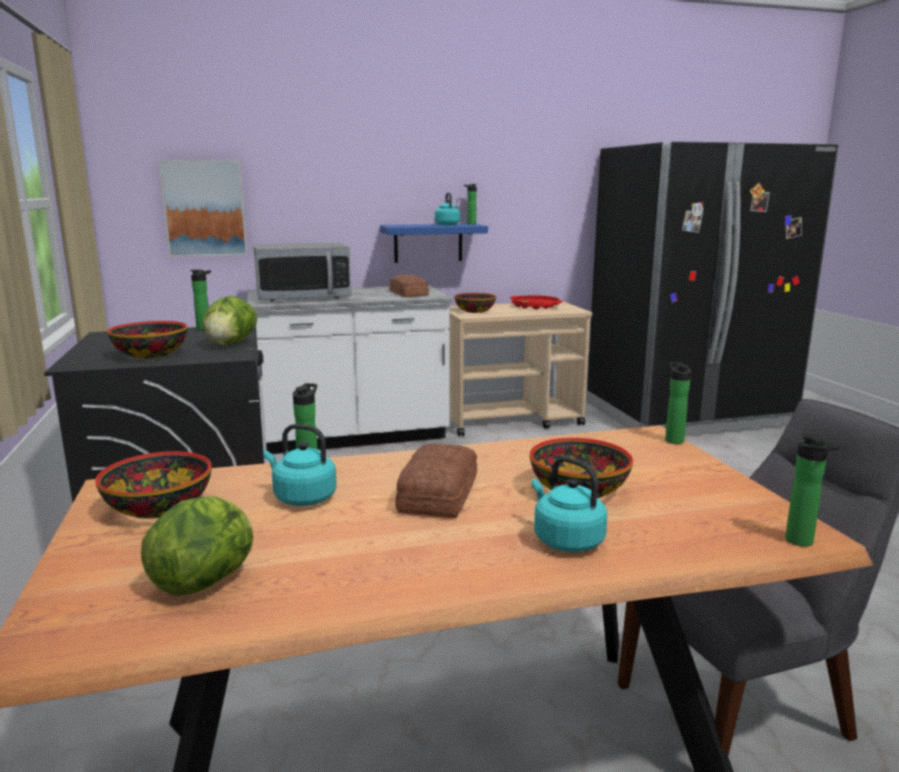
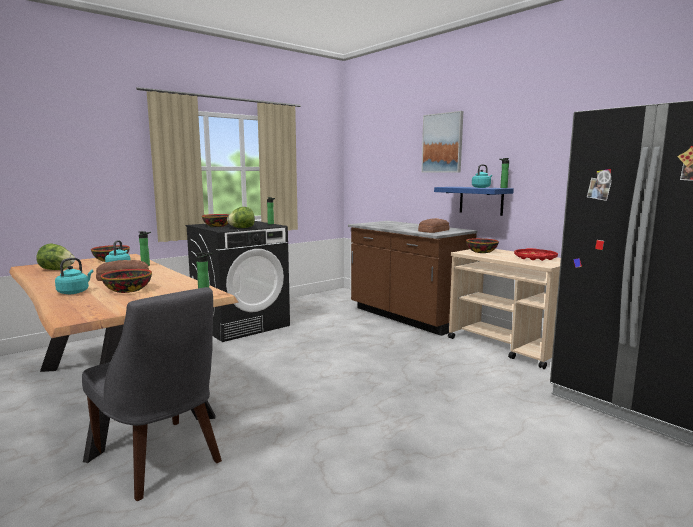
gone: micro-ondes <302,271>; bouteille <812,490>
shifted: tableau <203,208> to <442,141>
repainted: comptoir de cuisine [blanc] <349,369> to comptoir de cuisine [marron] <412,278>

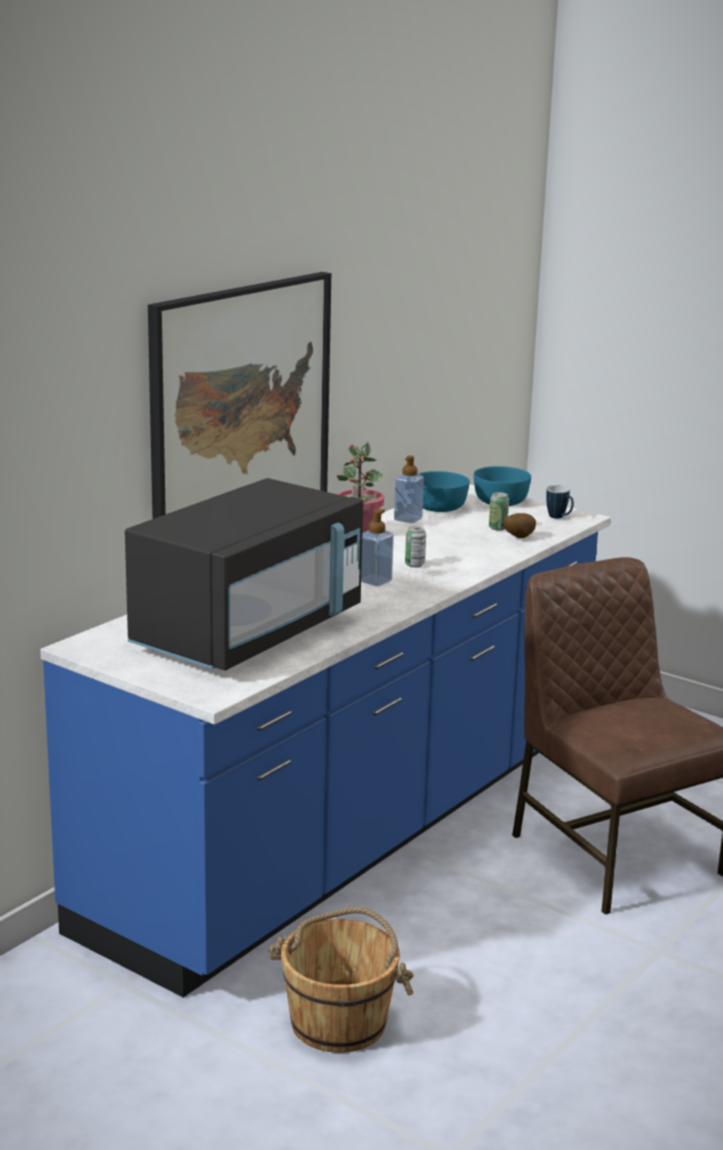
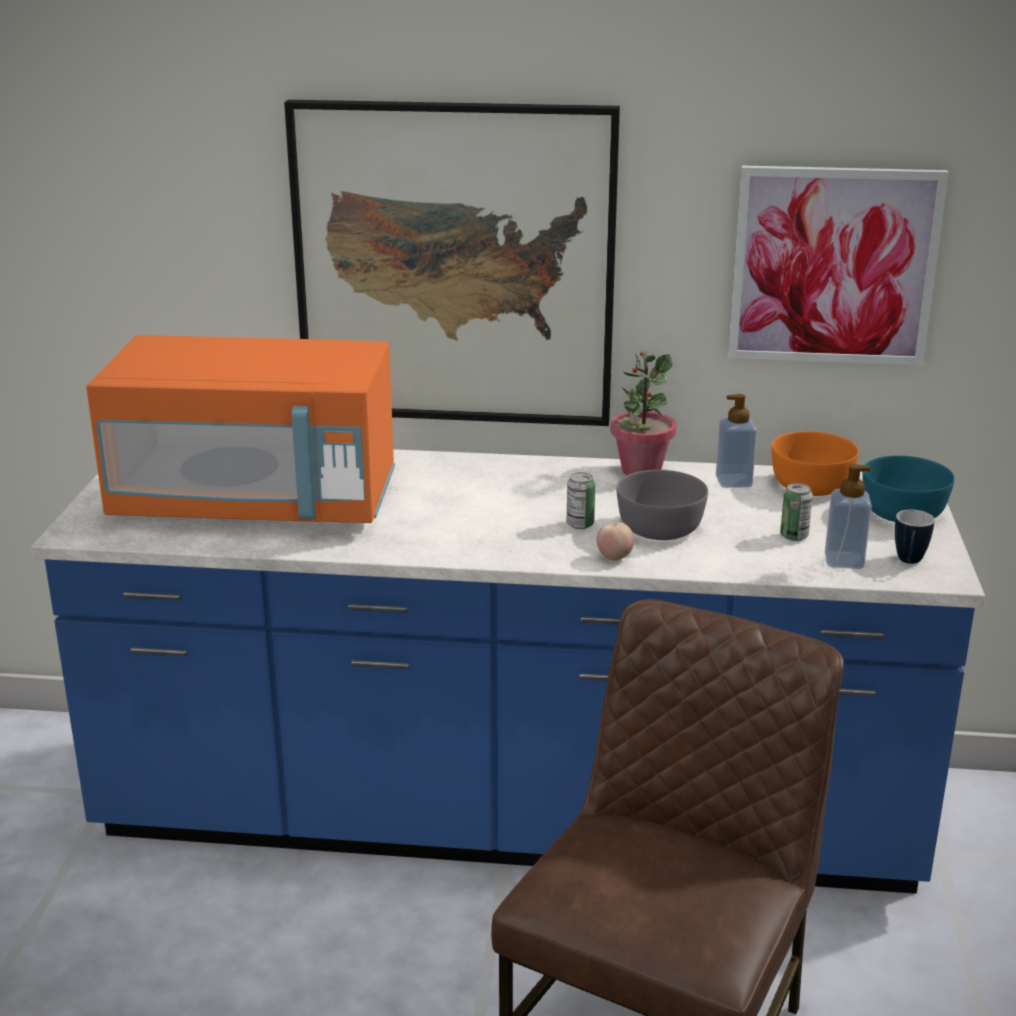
gone: seau [marron] <341,980>; pomme de terre <519,525>
new: pomme <615,541>; bol [gris] <662,505>; tableau <838,265>
shifted: distributeur de savon <377,547> to <848,516>
repainted: micro-ondes [noir] <244,574> to micro-ondes [orange] <240,429>; bol [turquoise] <444,491> to bol [orange] <815,463>

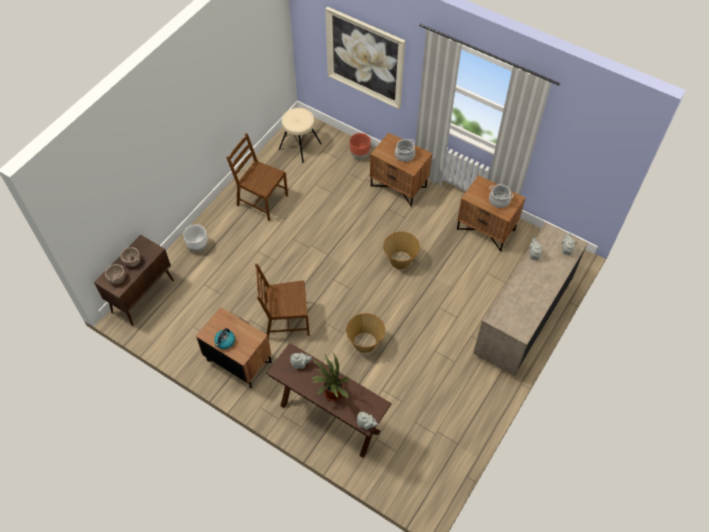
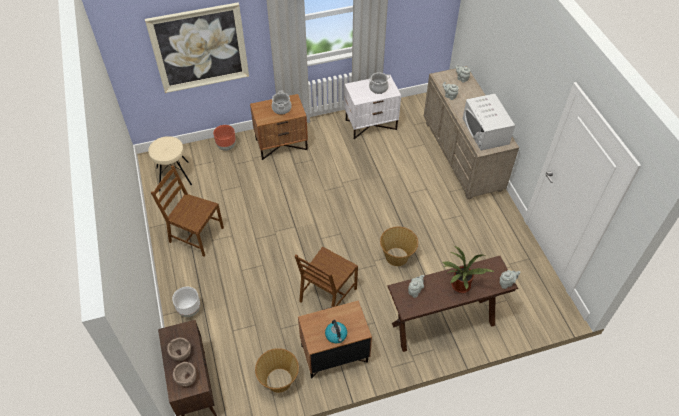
new: micro-ondes [blanc] <489,122>
shifted: panier <401,250> to <277,370>
repainted: table de chevet [marron] <491,213> to table de chevet [blanc] <372,107>
rotated: chaise [marron] <257,177> = <187,211> 45 degrees clockwise

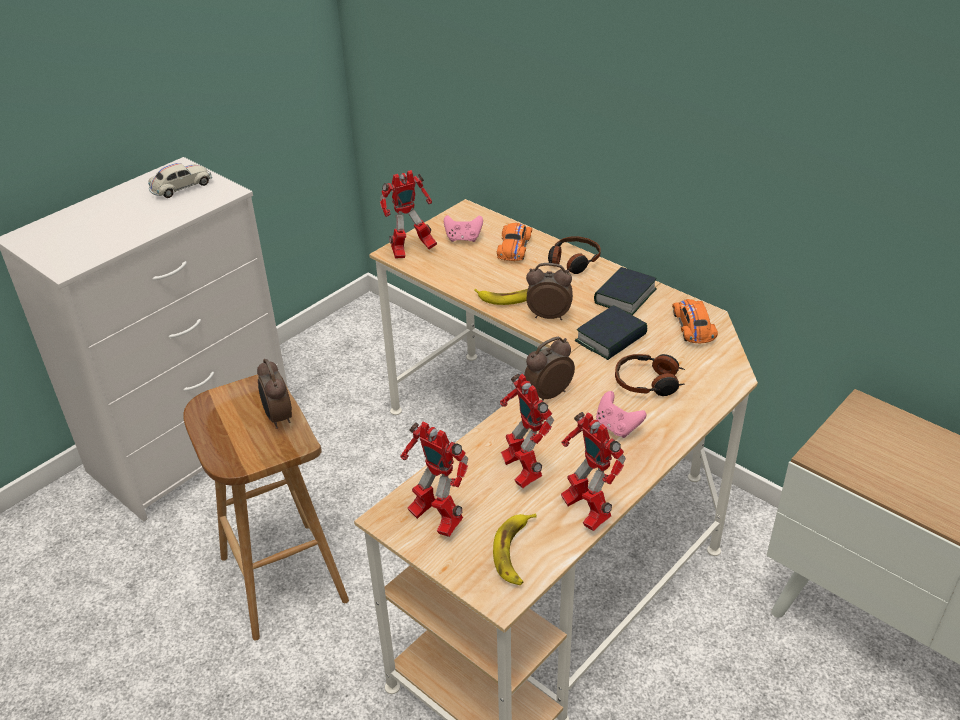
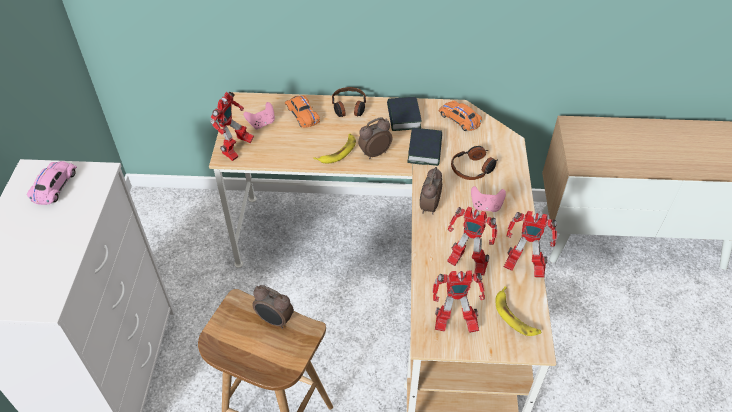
repainted: petite voiture [blanc] <180,180> to petite voiture [rose] <52,183>

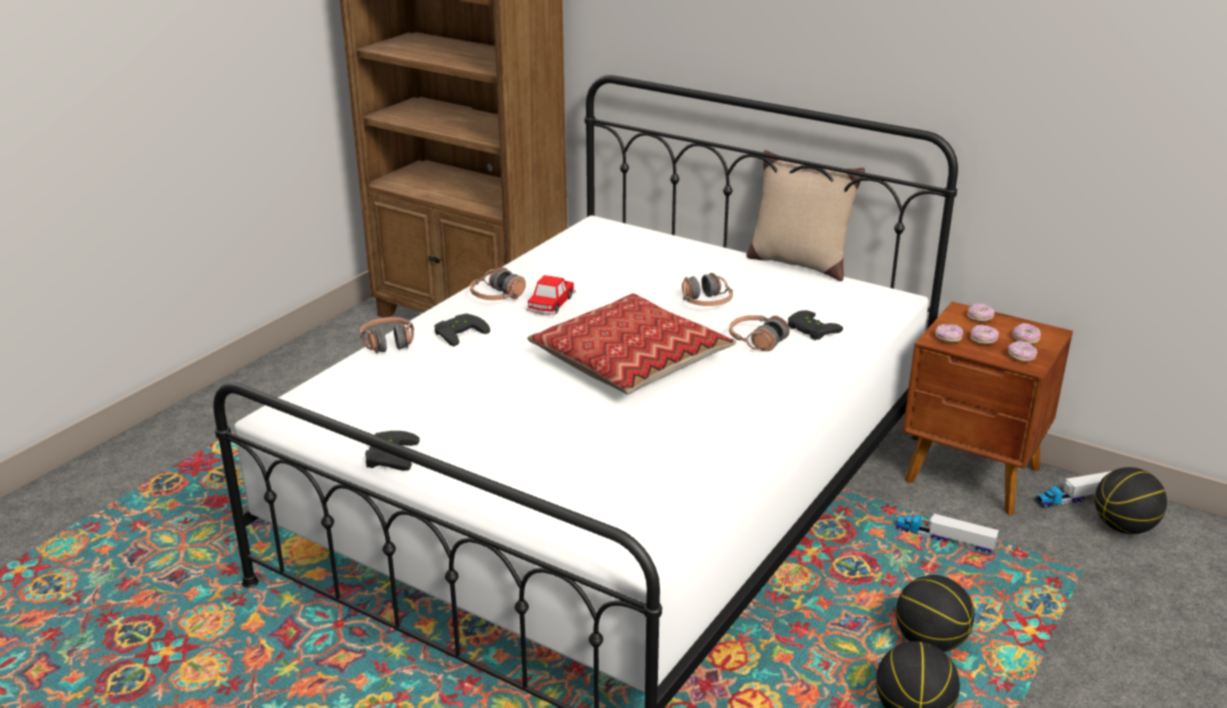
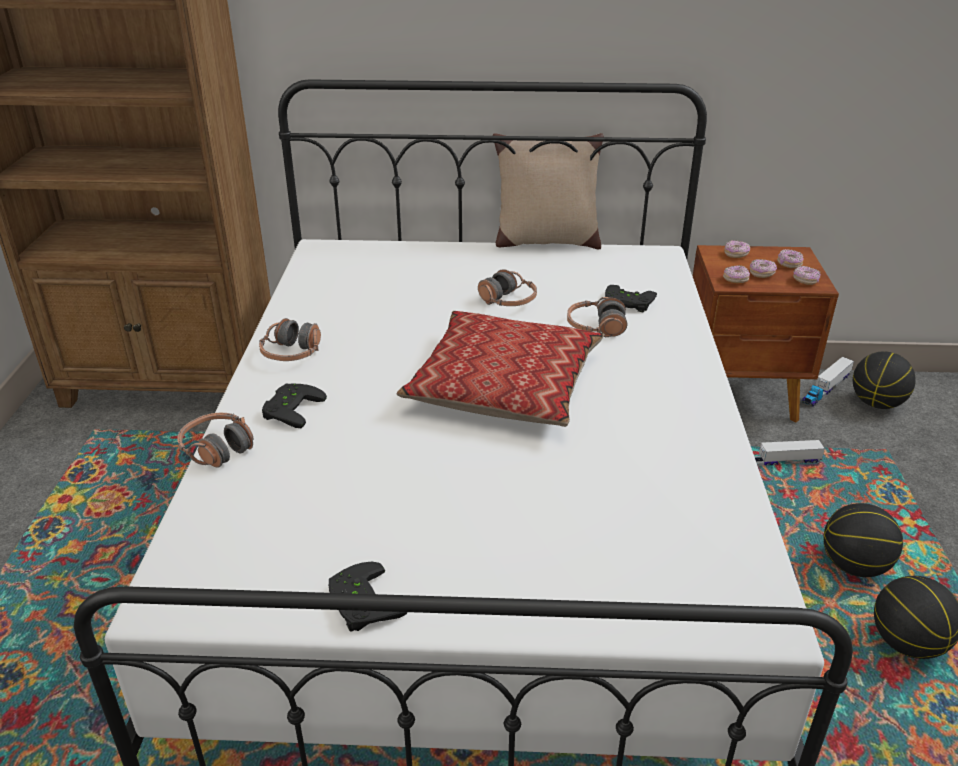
gone: petite voiture <551,295>

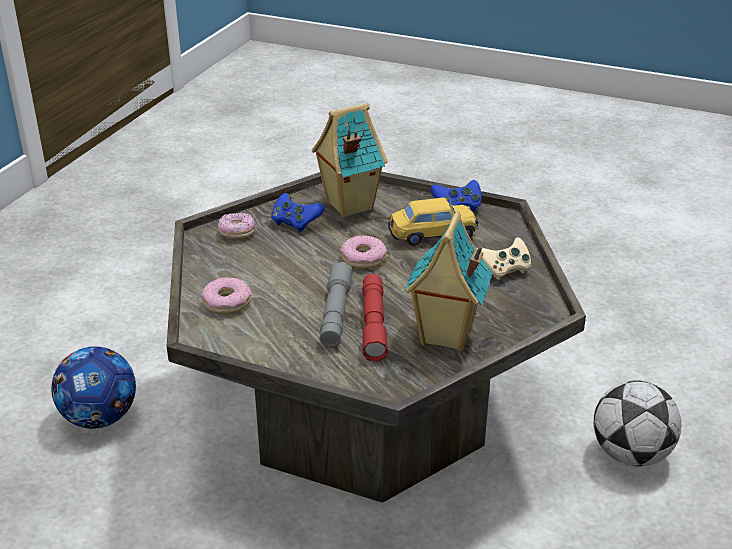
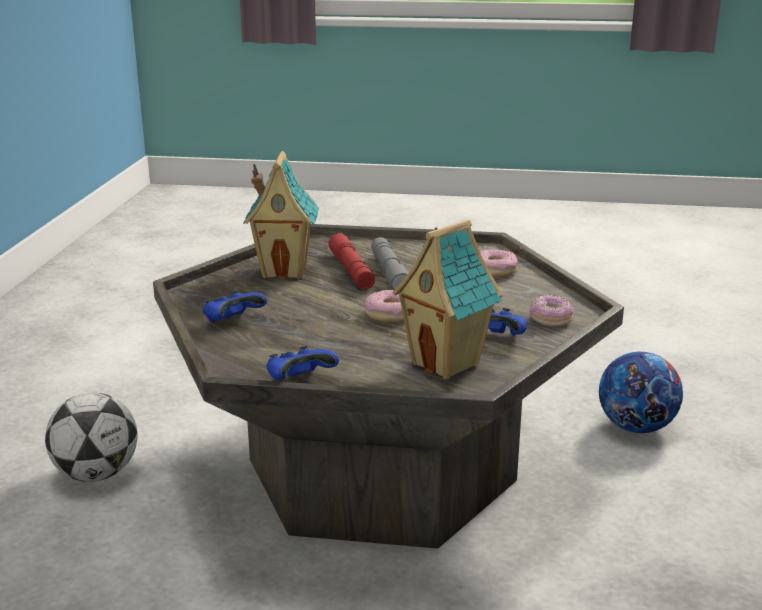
gone: petite voiture <433,222>
repainted: manette [beige] <503,259> to manette [bleu] <234,306>

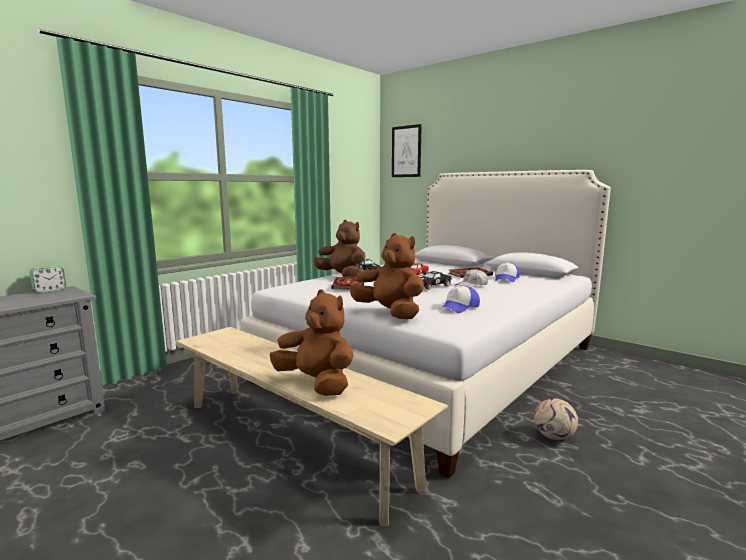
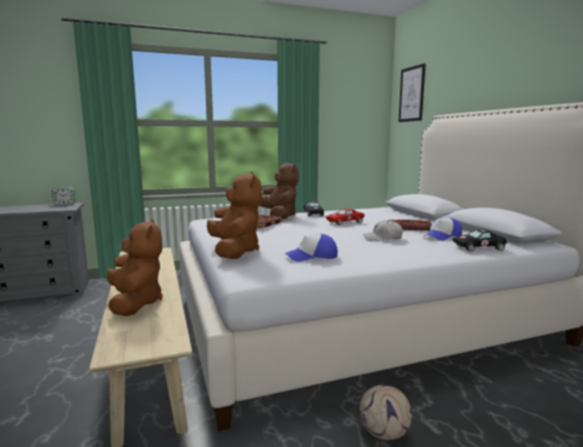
shifted: petite voiture [noir] <436,280> to <480,240>

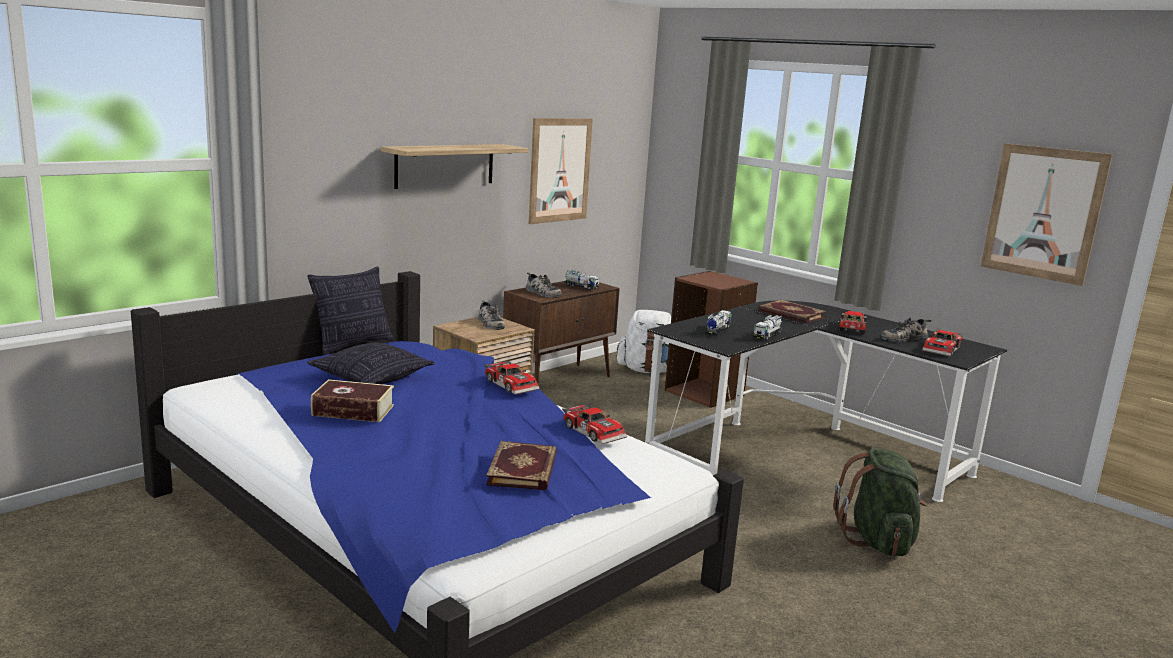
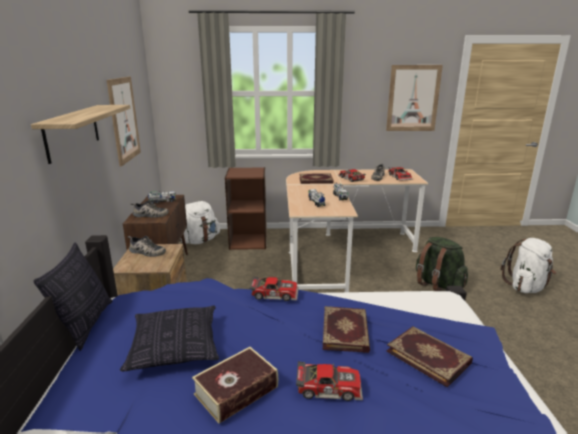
new: livre <346,329>; sac à dos [blanc] <528,265>
shifted: petite voiture <594,423> to <329,381>
repainted: bureau [noir] <826,401> to bureau [beige] <357,230>

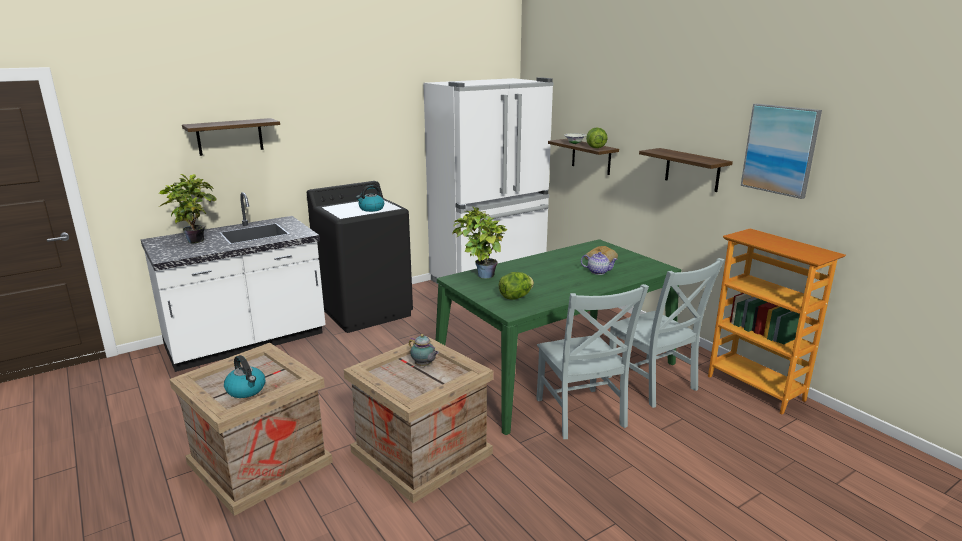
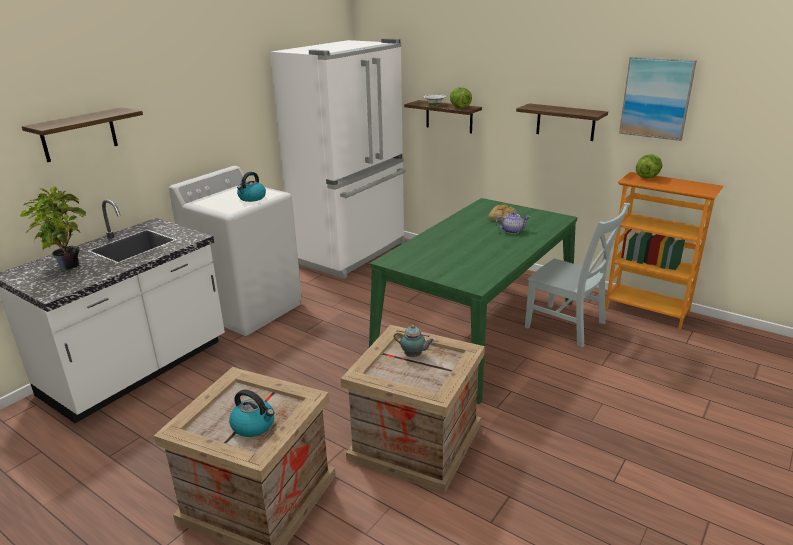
gone: plante en pot <479,242>; chaise [gris] <592,361>
shifted: laitue <516,286> to <649,166>
repainted: lave-linge [noir] <360,257> to lave-linge [blanc] <235,251>

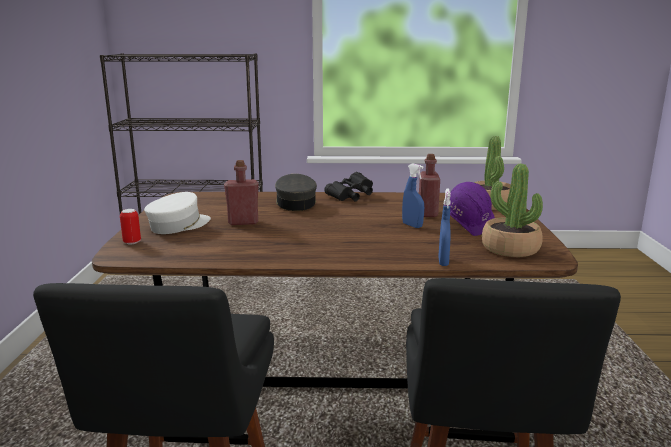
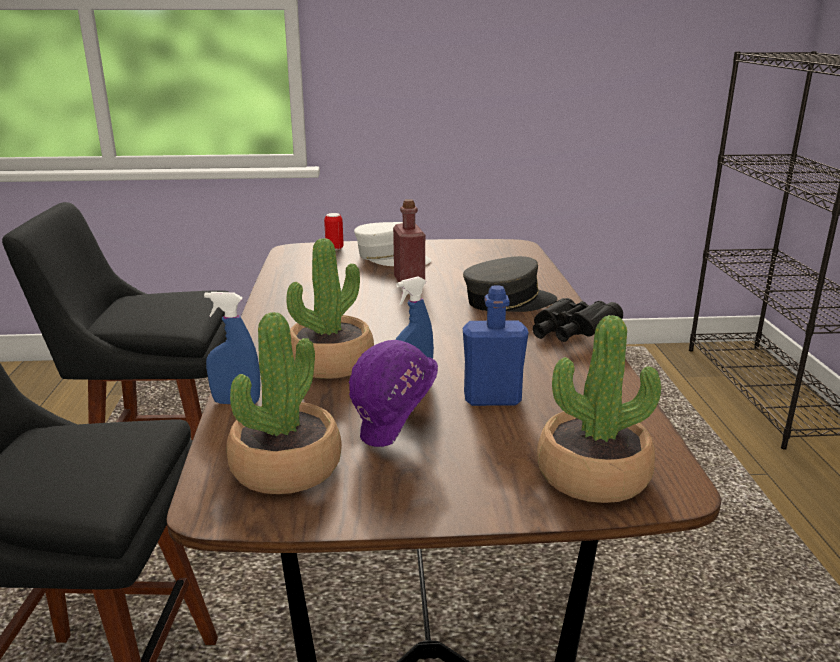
new: plante en pot <330,308>
repainted: bouteille [rouge] <429,185> to bouteille [bleu] <496,346>

